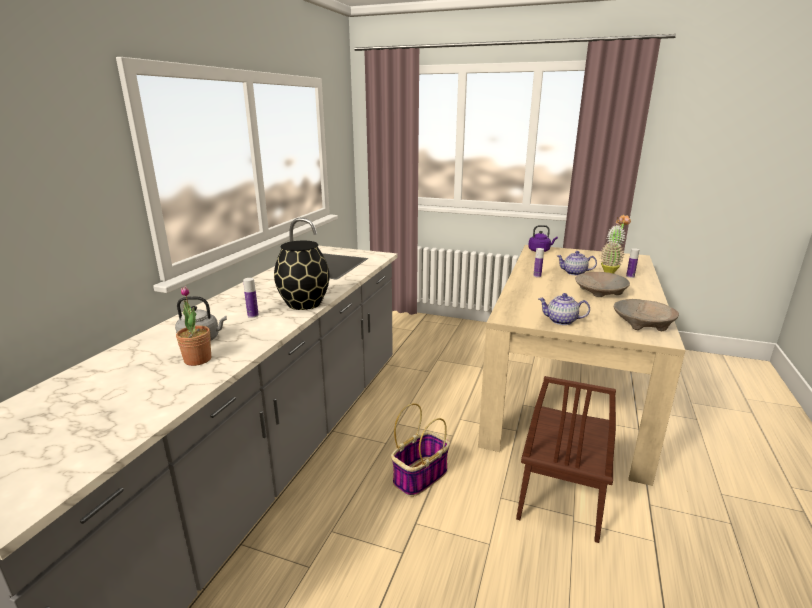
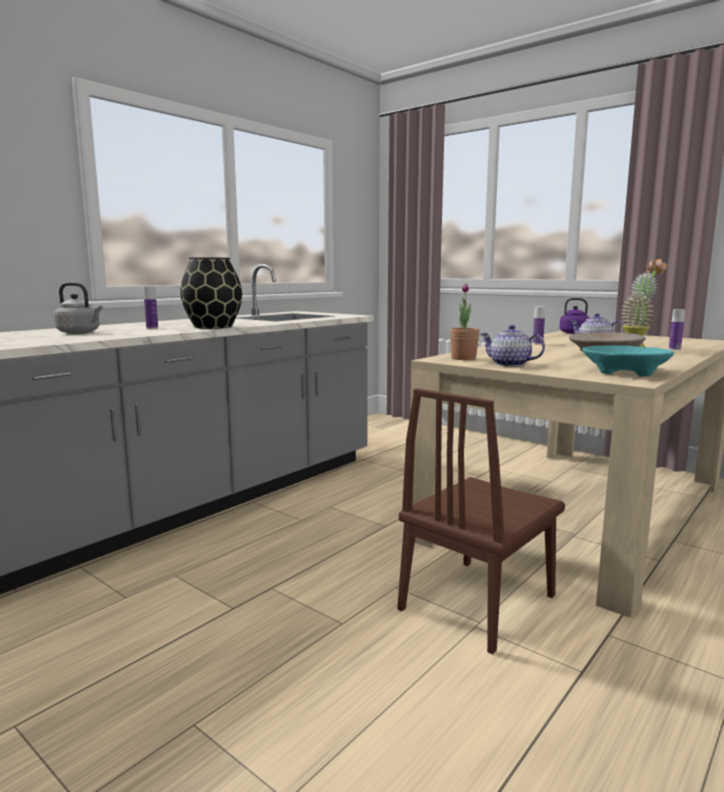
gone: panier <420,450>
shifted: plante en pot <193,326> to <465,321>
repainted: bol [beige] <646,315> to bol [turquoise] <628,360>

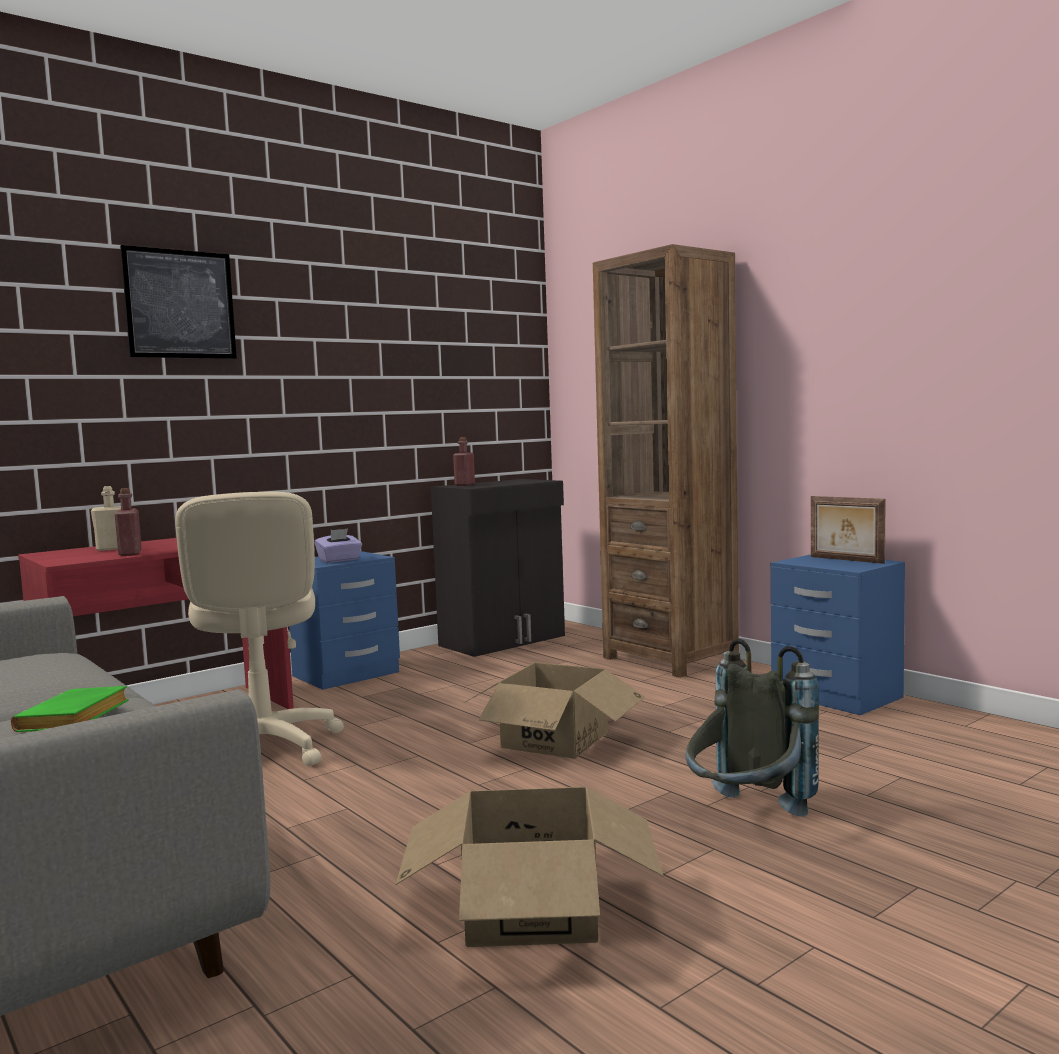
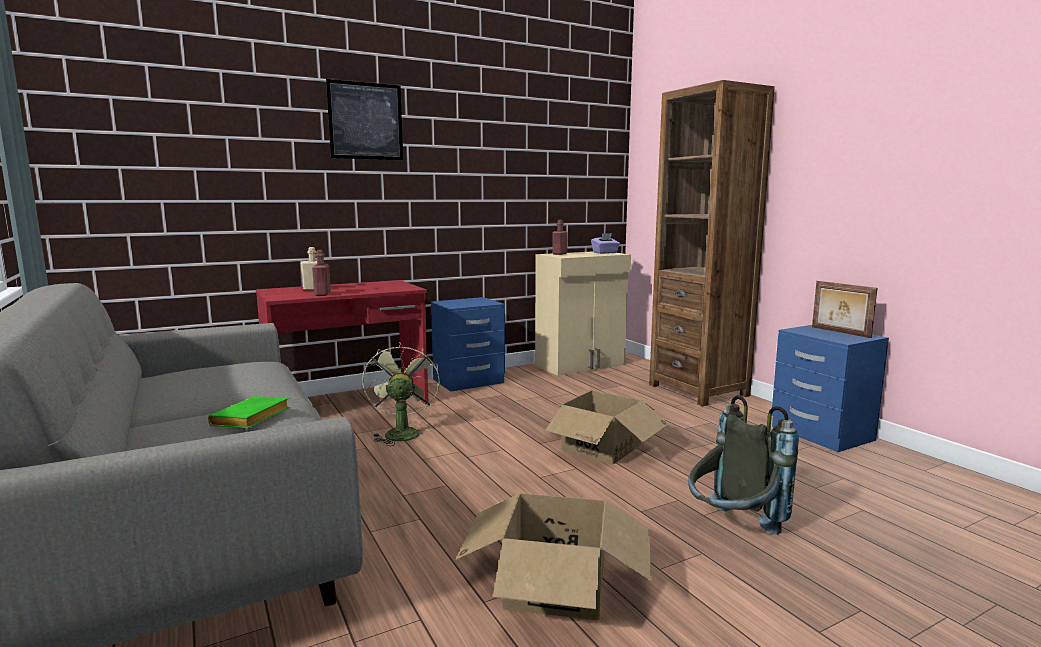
shifted: boîte à mouchoirs [violet] <338,545> to <605,243>
swapped: chaise de bureau [beige] <259,629> to ventilateur [vert] <401,394>
repainted: meuble de rangement [noir] <498,568> to meuble de rangement [beige] <583,313>

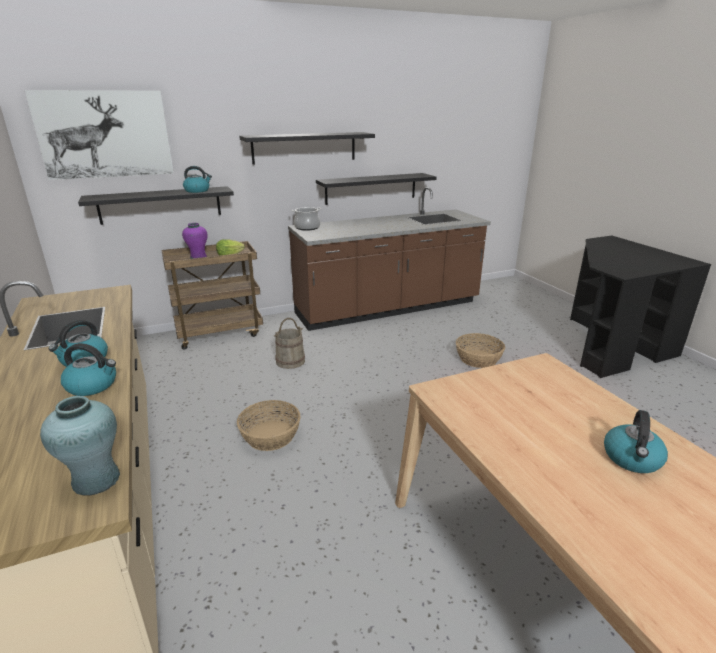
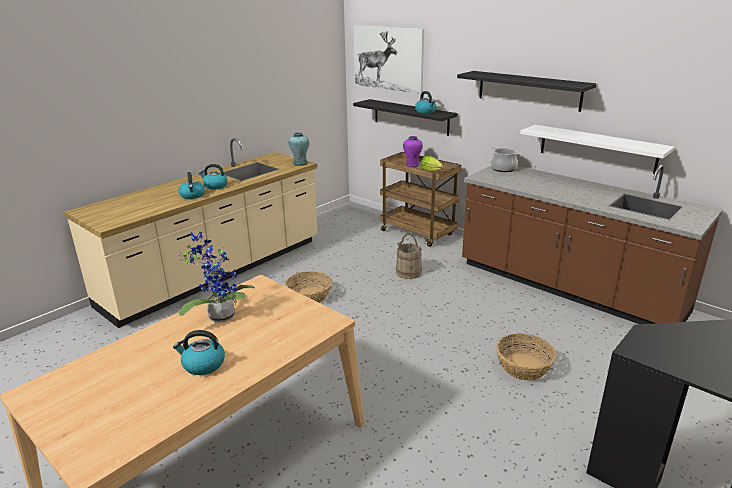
new: plante en pot <216,277>
shifted: vase [turquoise] <80,446> to <298,149>
repainted: étagère [noir] <376,189> to étagère [blanc] <597,149>

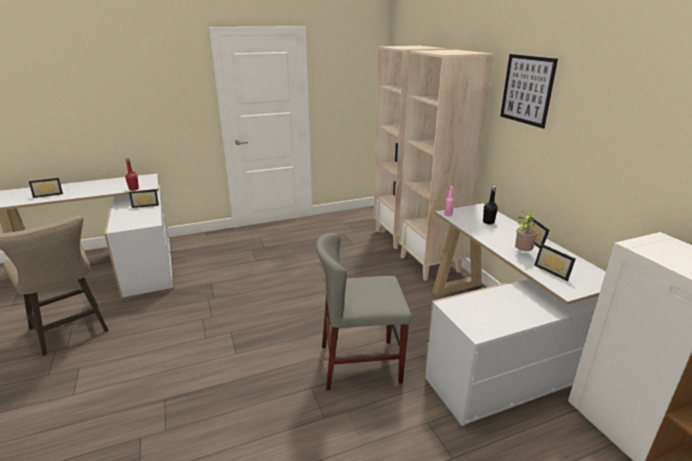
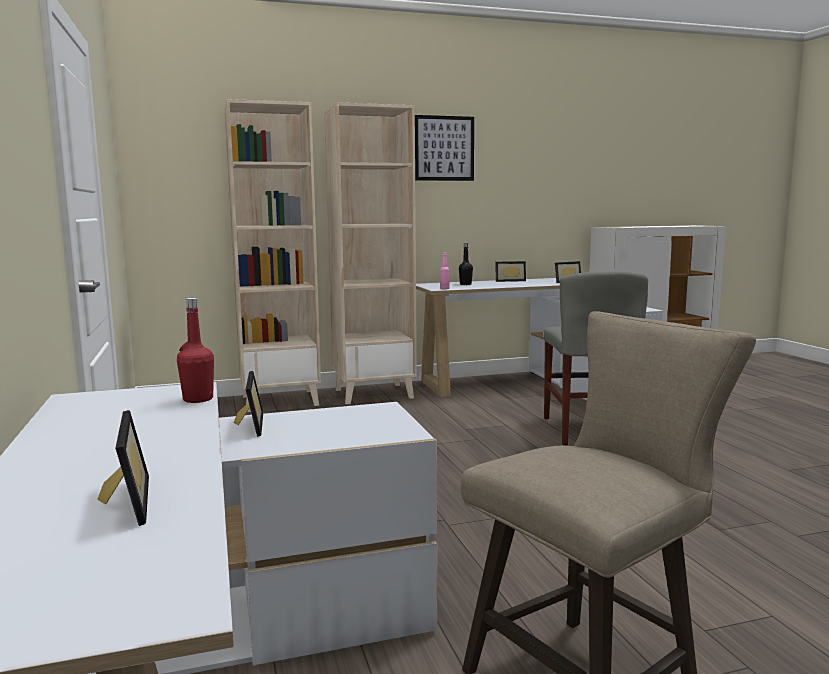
gone: plante en pot <526,230>

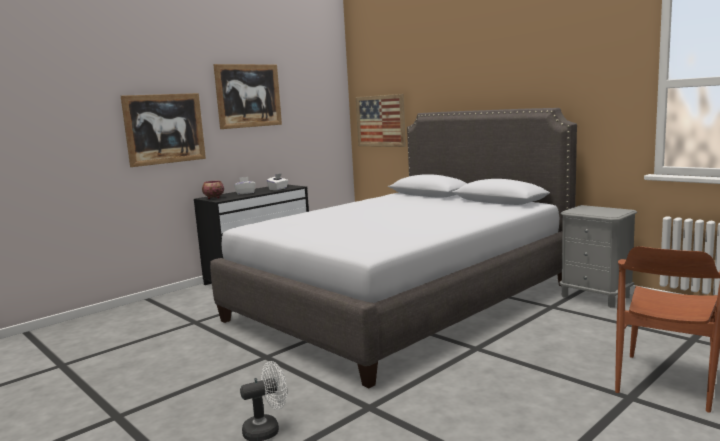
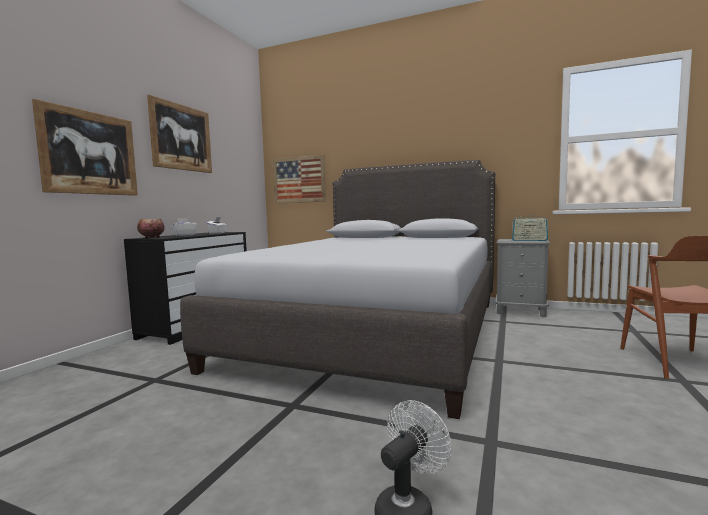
new: radio <530,227>

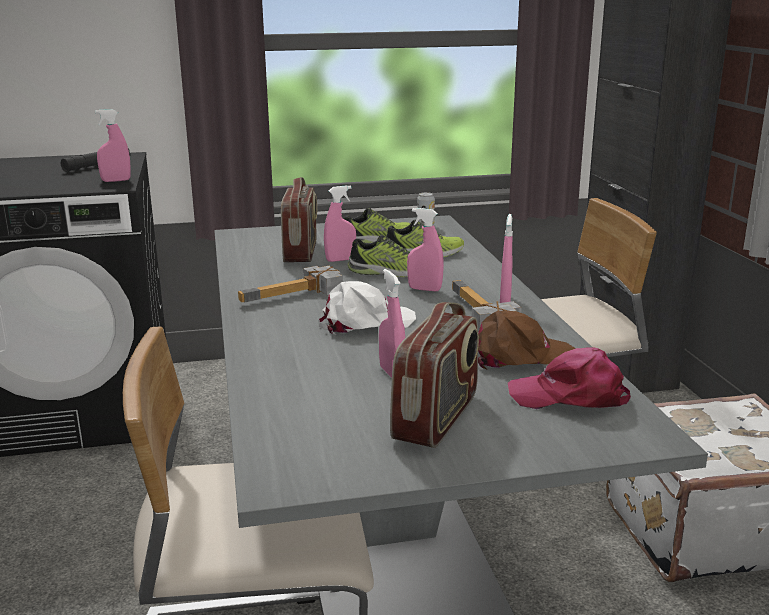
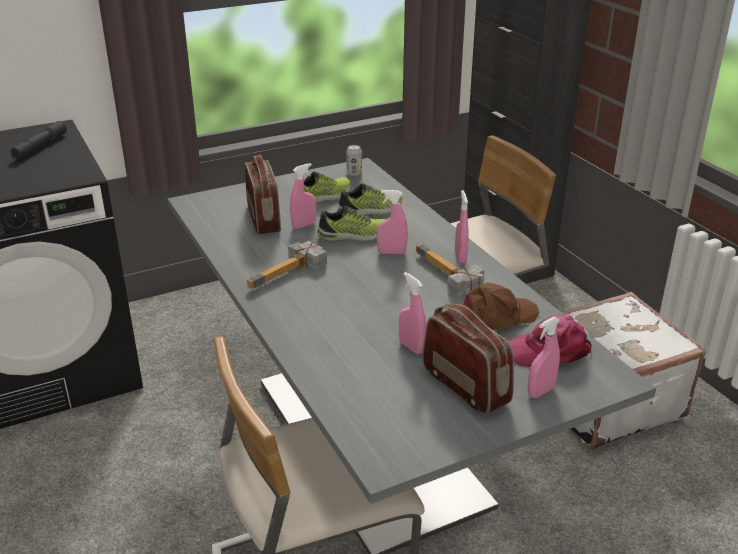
gone: casquette [blanc] <367,308>
shifted: vaporisateur [rose] <113,145> to <544,357>
rotated: radio <434,375> = <468,359> 45 degrees counterclockwise

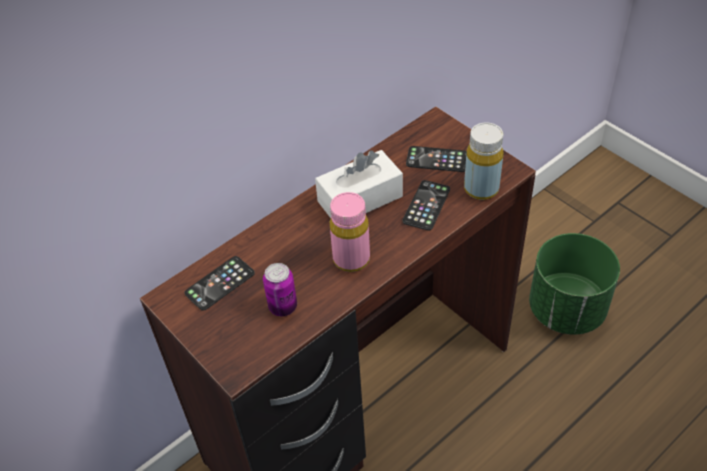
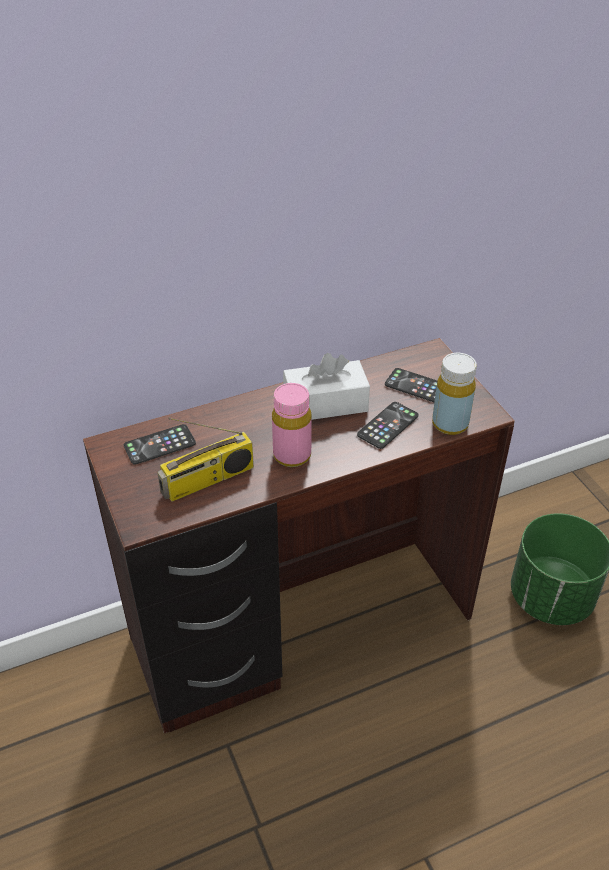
swapped: boîte métallique <280,289> to radio <205,460>

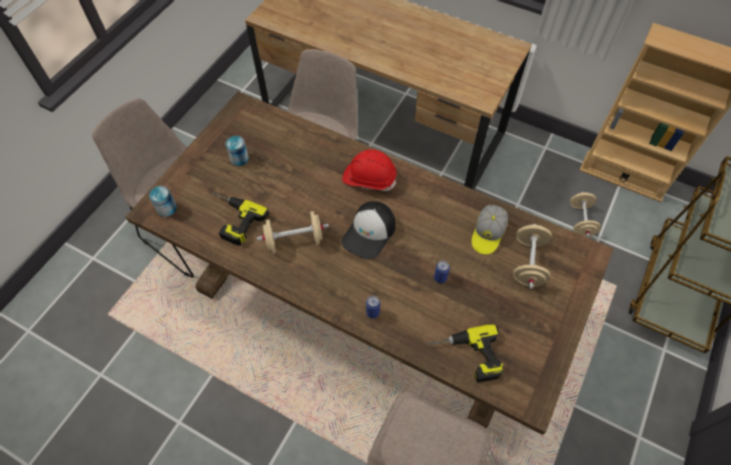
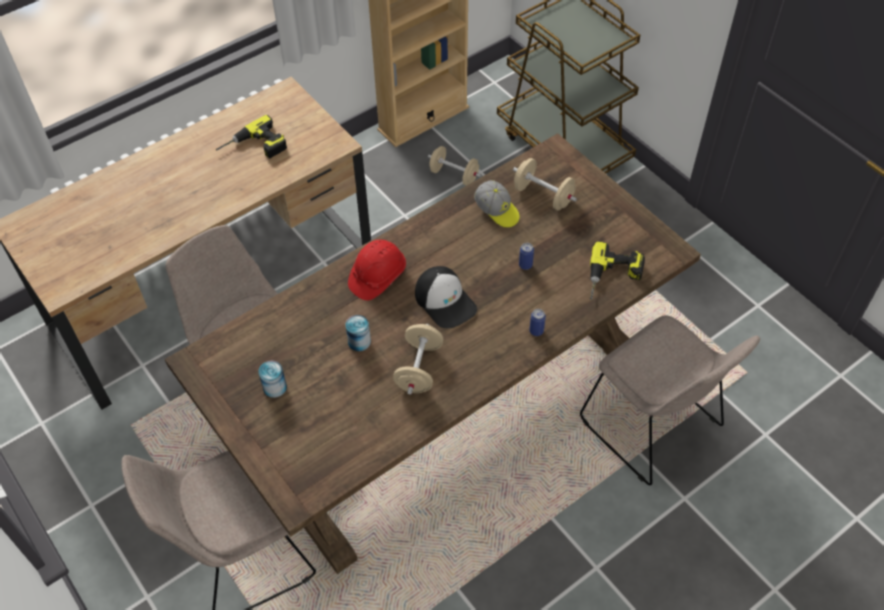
shifted: boîte métallique <163,201> to <358,333>; perceuse <240,218> to <251,136>

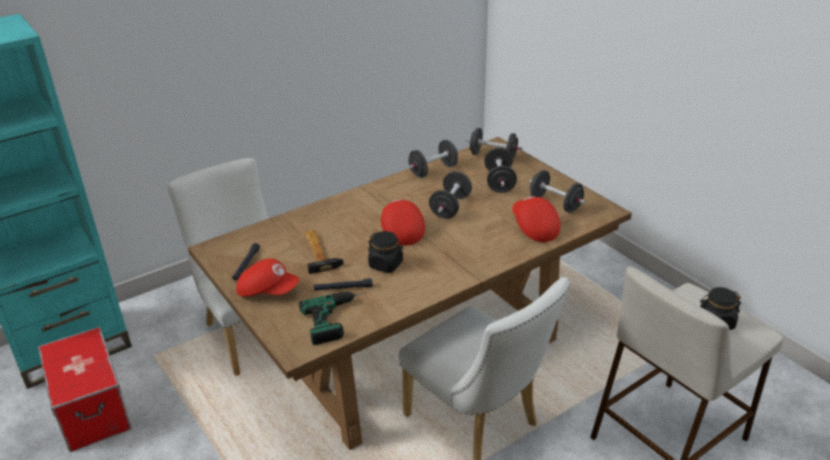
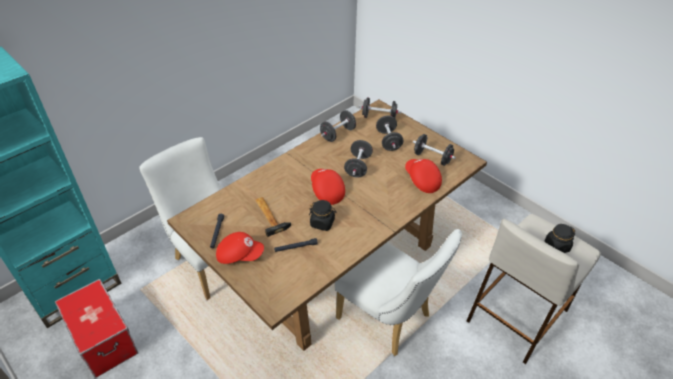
gone: perceuse <332,318>

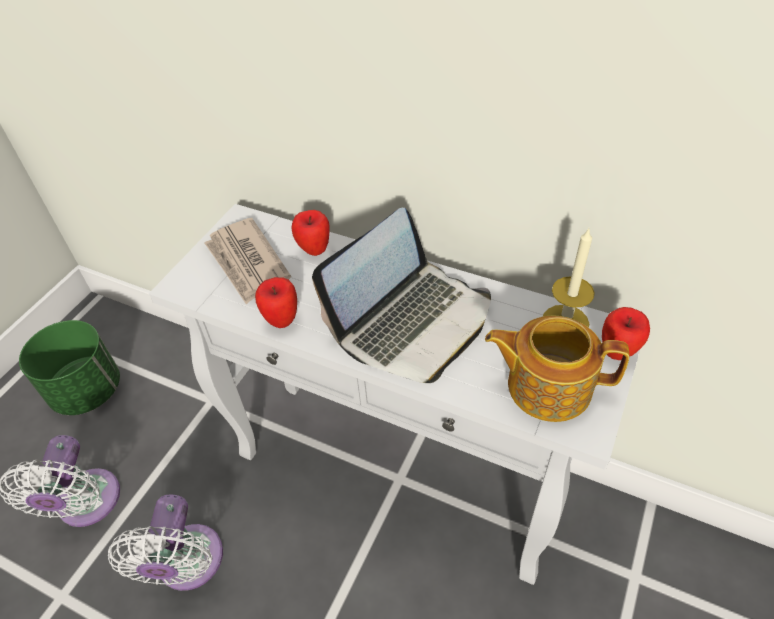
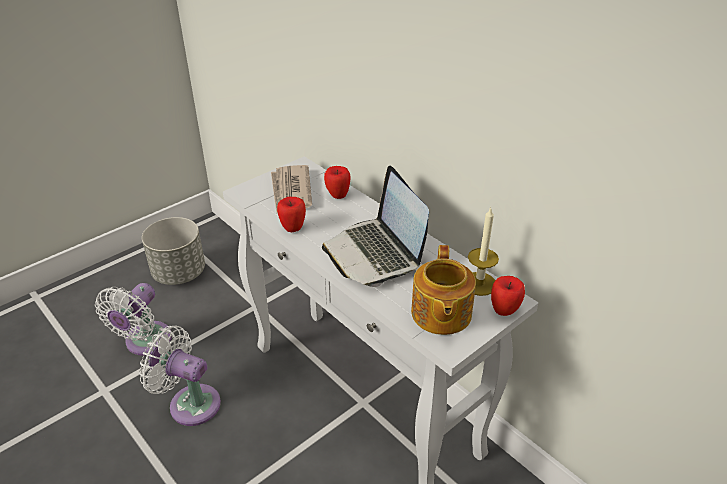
repainted: cache-pot [vert] <69,367> to cache-pot [gris] <173,251>
rotated: ventilateur [blanc] <165,542> = <180,376> 90 degrees clockwise; ordinateur portable <401,295> = <375,226> 90 degrees clockwise; théière <557,369> = <443,290> 120 degrees counterclockwise

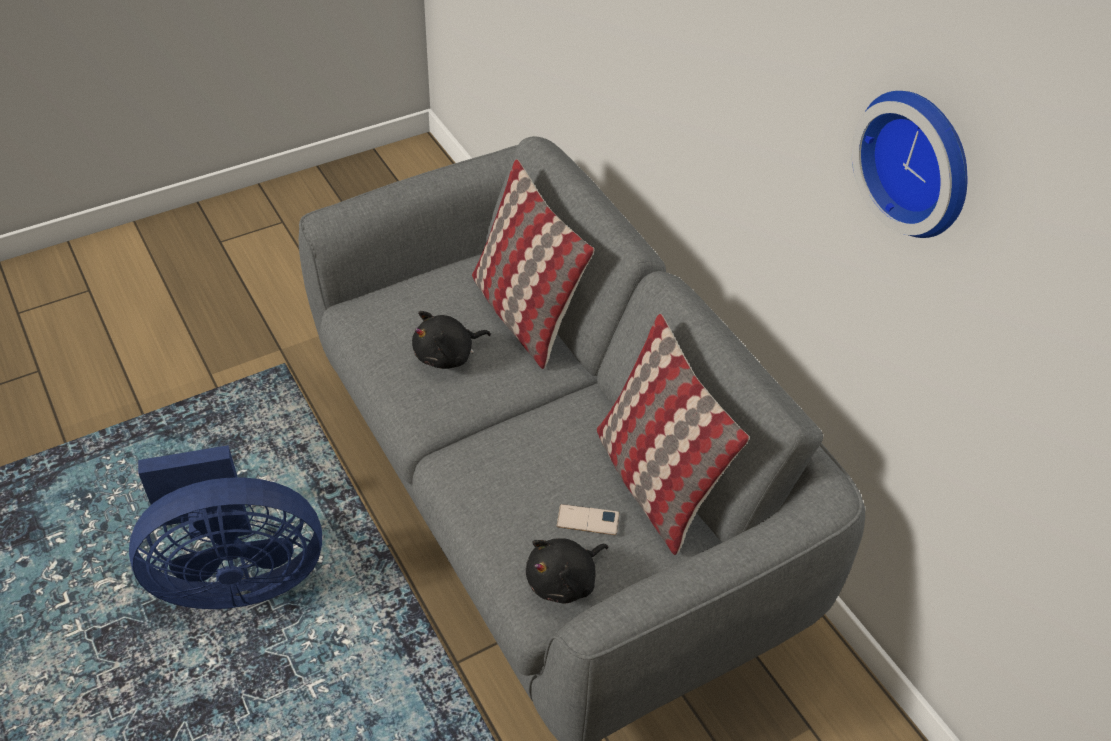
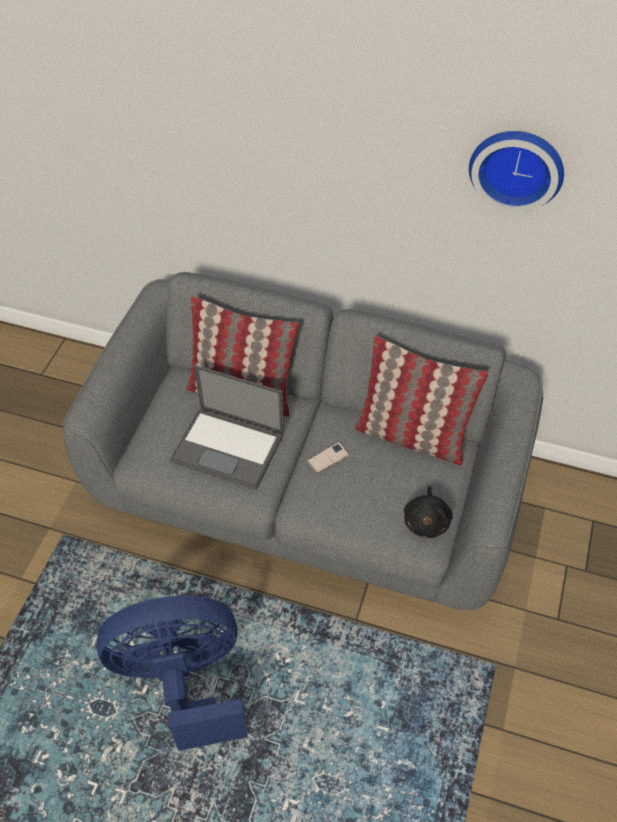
shifted: téléphone <588,519> to <328,457>
swapped: peluche [noir] <451,340> to ordinateur portable <227,427>
rotated: ventilateur [bleu] <225,527> = <171,673> 135 degrees counterclockwise

